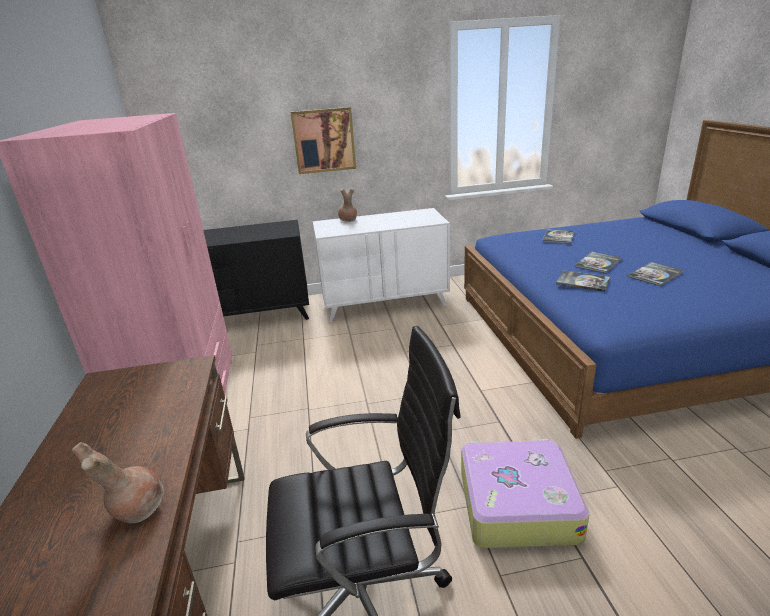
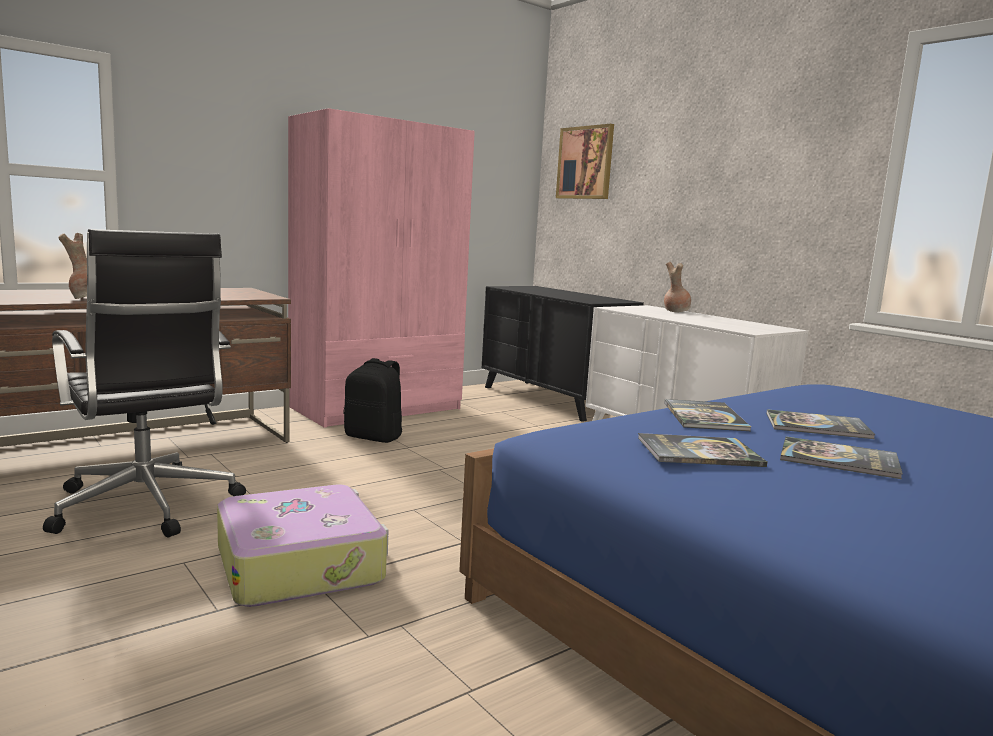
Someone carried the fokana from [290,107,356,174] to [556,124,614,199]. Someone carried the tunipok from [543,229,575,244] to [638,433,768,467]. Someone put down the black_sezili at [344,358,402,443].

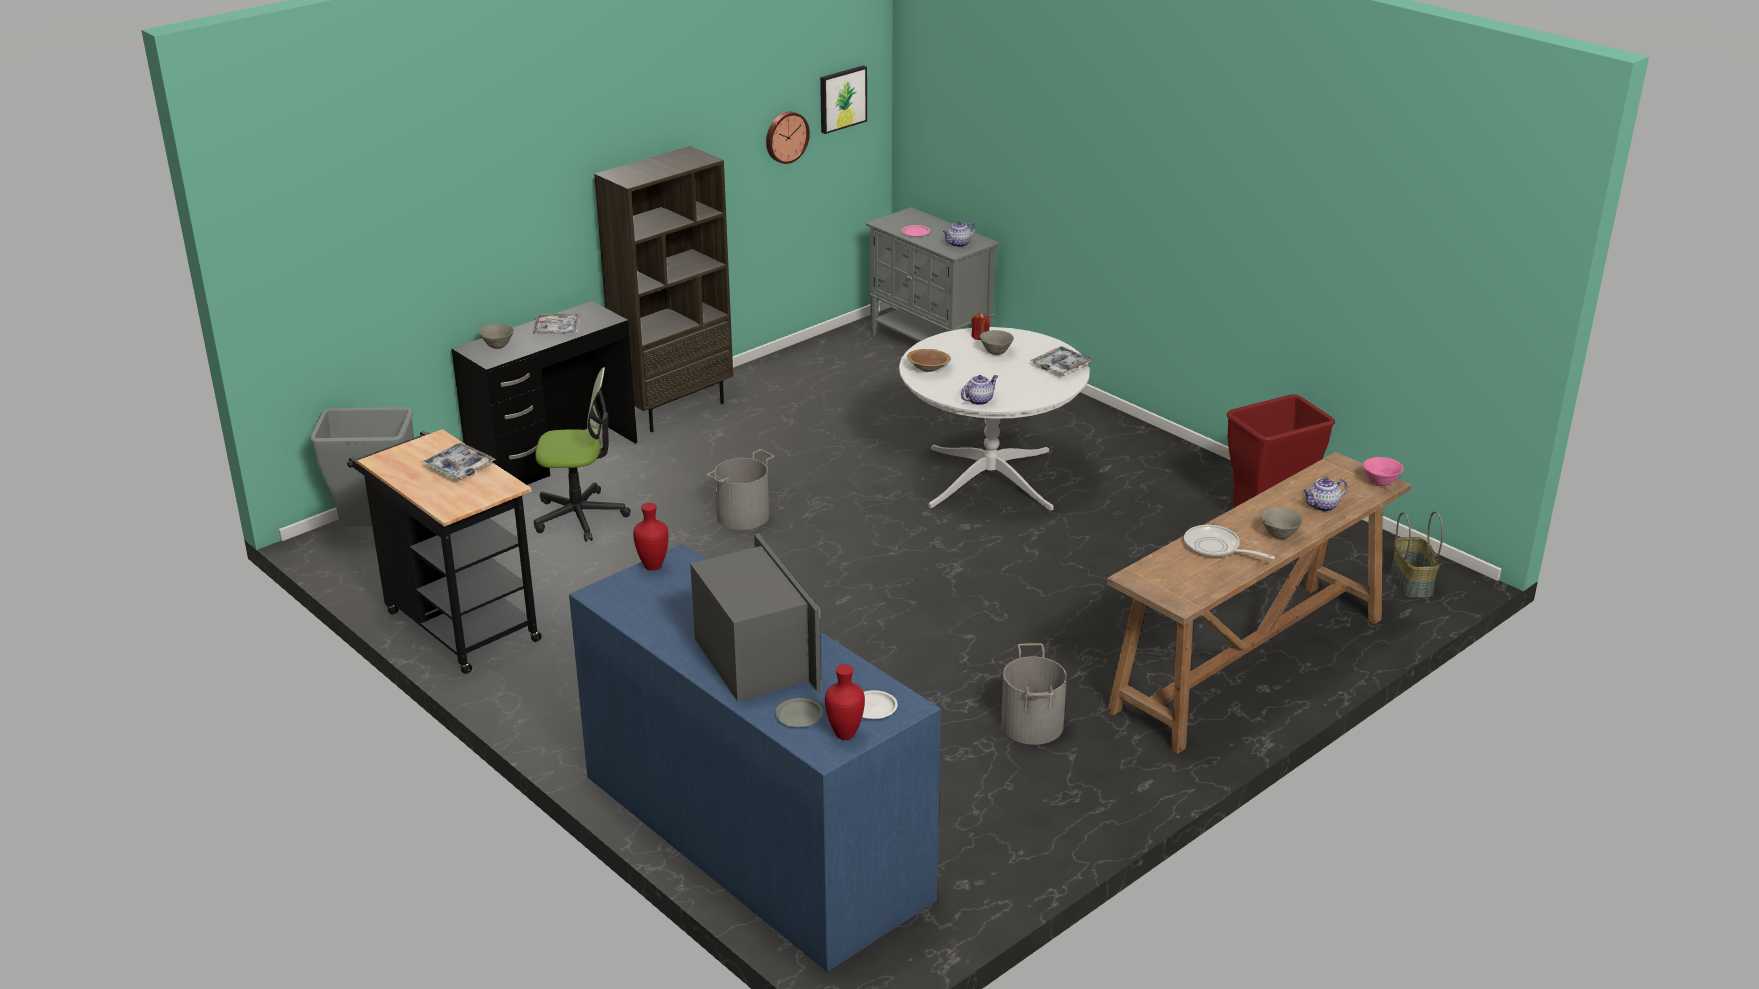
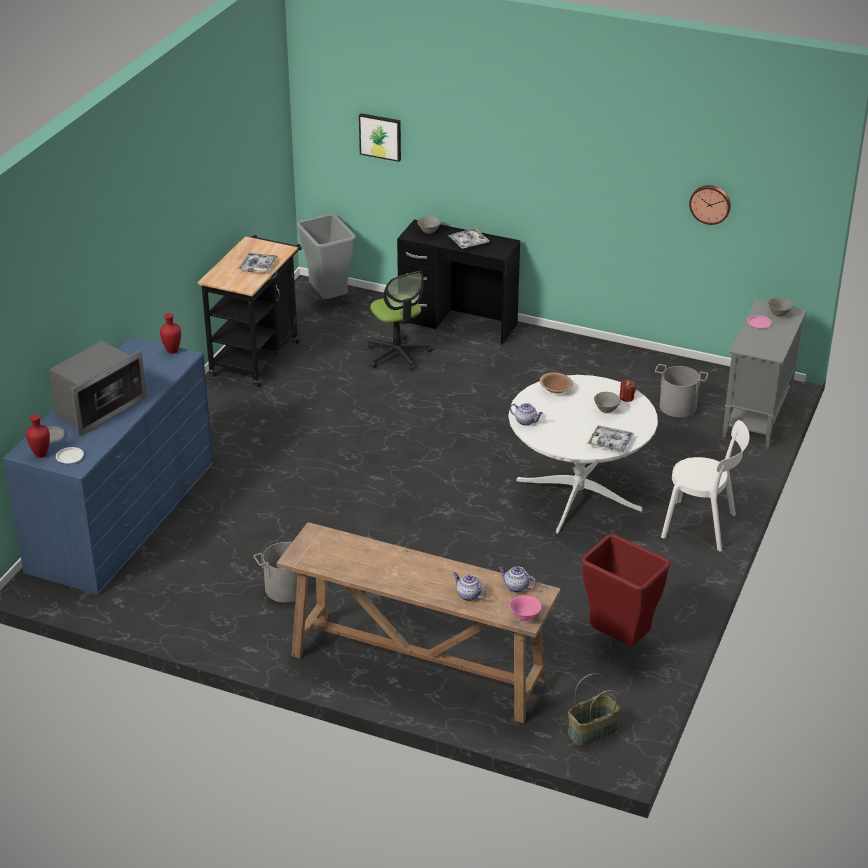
Someone carried the fokana from [820,66,867,134] to [359,113,401,162]. Someone took away the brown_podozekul at [594,146,733,432]. Someone carried the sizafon from [943,221,976,247] to [499,566,536,593]. Someone carried the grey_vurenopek from [707,449,775,530] to [655,364,708,417]. Someone carried the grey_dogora from [1261,507,1303,539] to [768,297,793,317]. Someone took away the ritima at [1184,525,1275,559]. Someone put down the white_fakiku at [661,420,750,552].

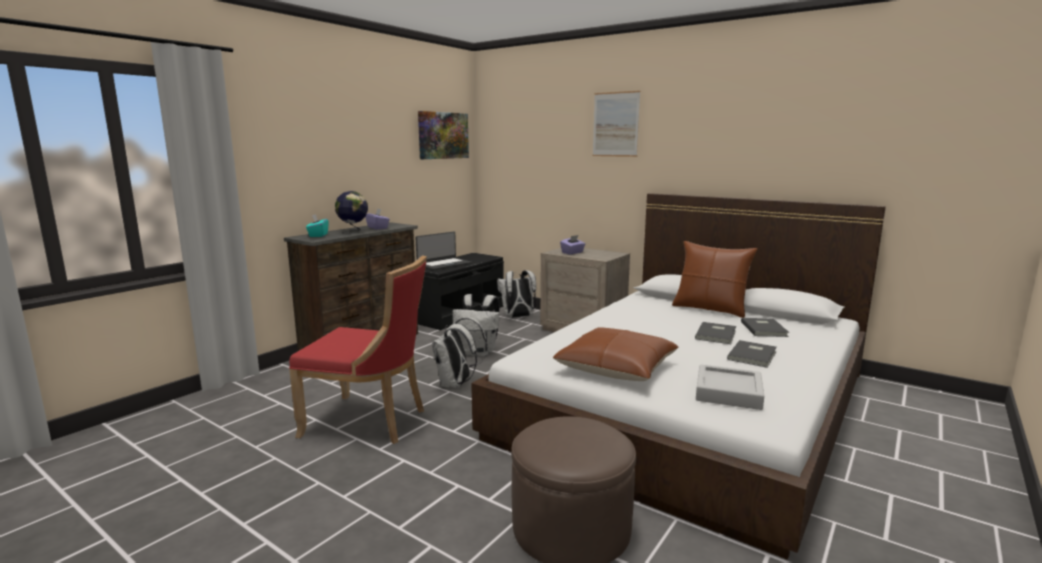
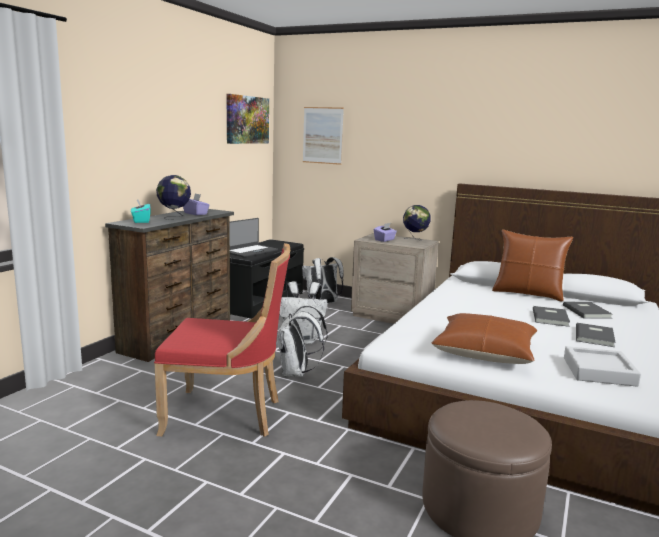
Someone carried the fokana from [593,91,640,157] to [303,107,344,165]. Someone put down the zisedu at [403,205,431,240].

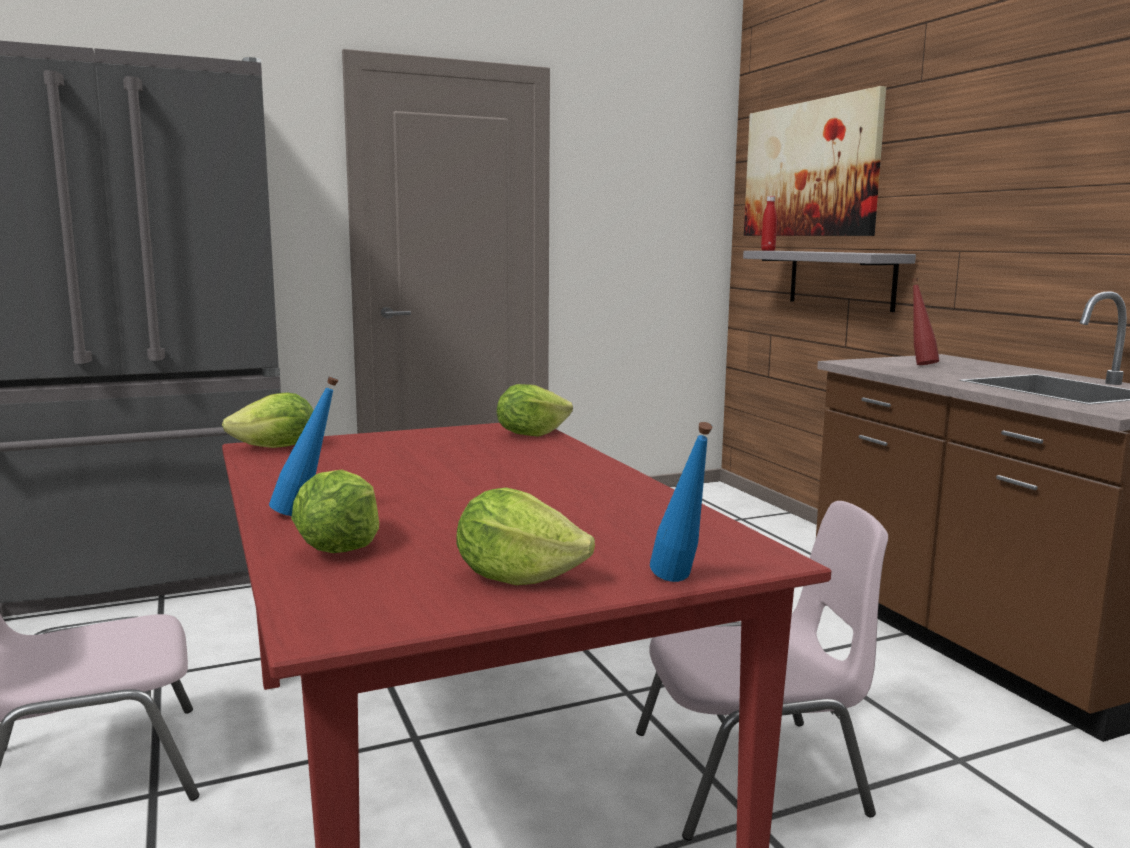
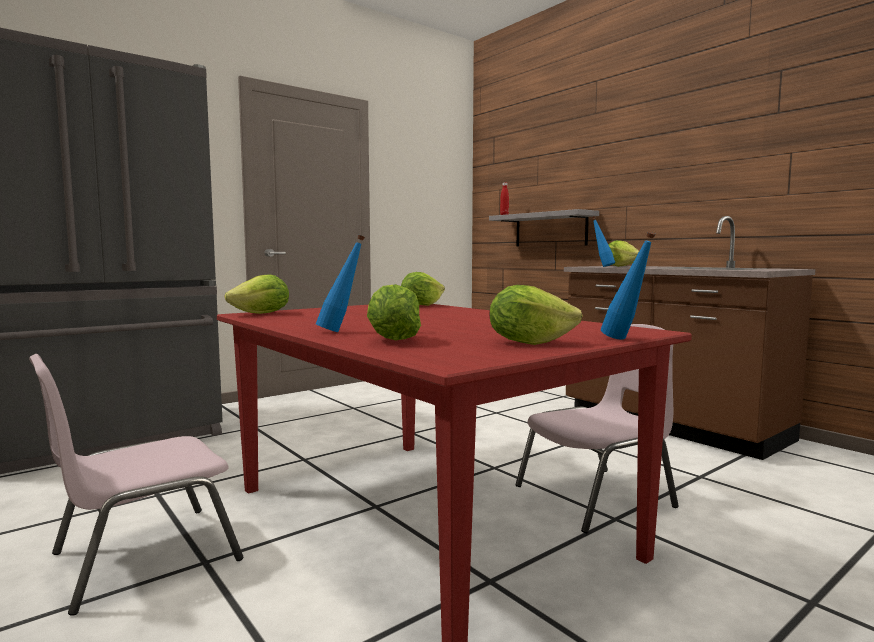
Someone took away the fokana at [744,86,886,236]. Someone swapped the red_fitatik at [911,278,939,365] for the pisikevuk at [609,240,639,267]. Someone put down the blue_fitatik at [592,216,615,267].

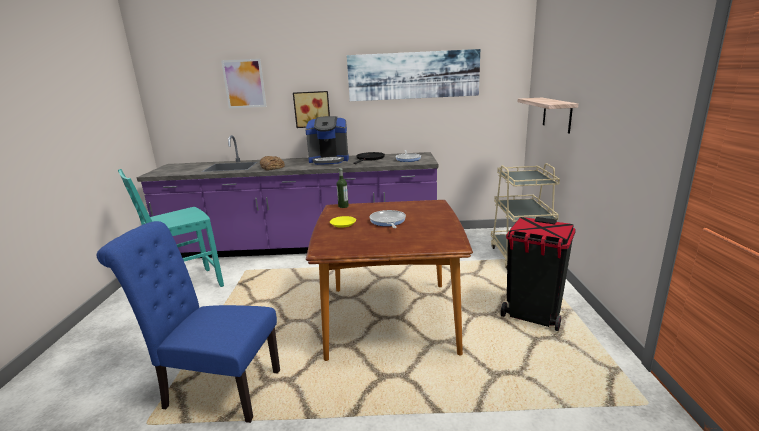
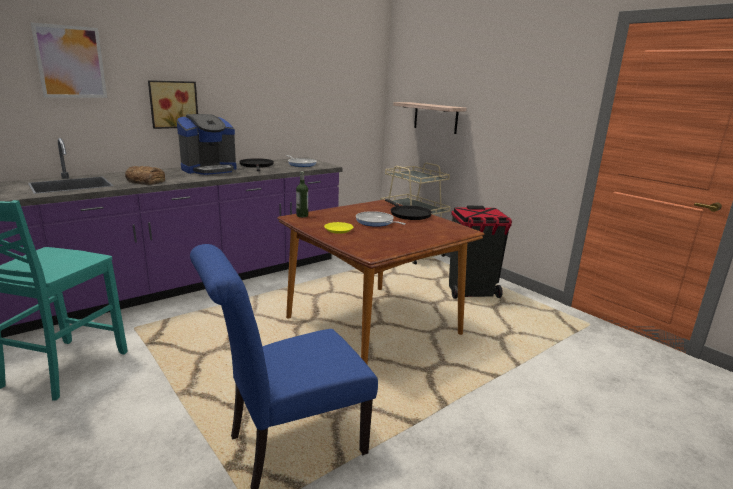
Someone took away the fokana at [347,49,480,101]. Someone put down the black_ritima at [385,199,432,220].

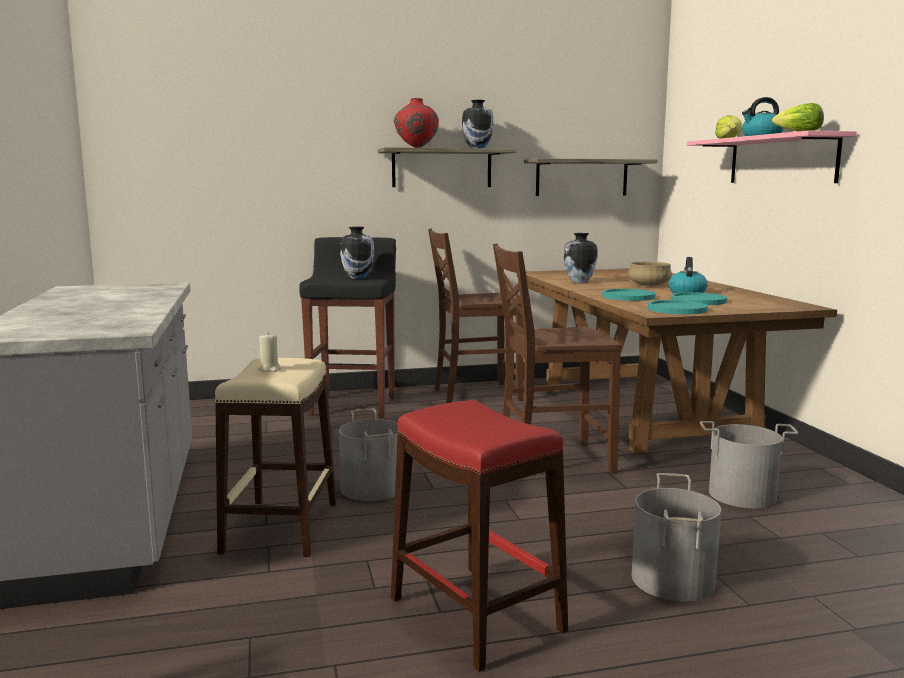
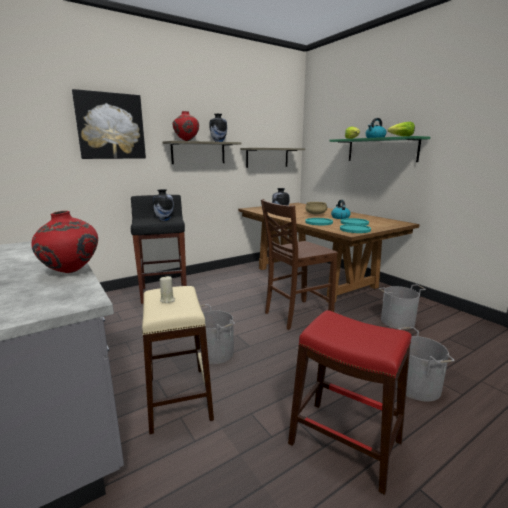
Someone repainted the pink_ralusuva at [687,130,857,183], which became the green_ralusuva at [329,136,430,162]. Someone took away the brown_fakiku at [428,228,524,403]. Someone put up the fokana at [72,89,146,159]. Someone put down the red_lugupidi at [32,211,98,273].

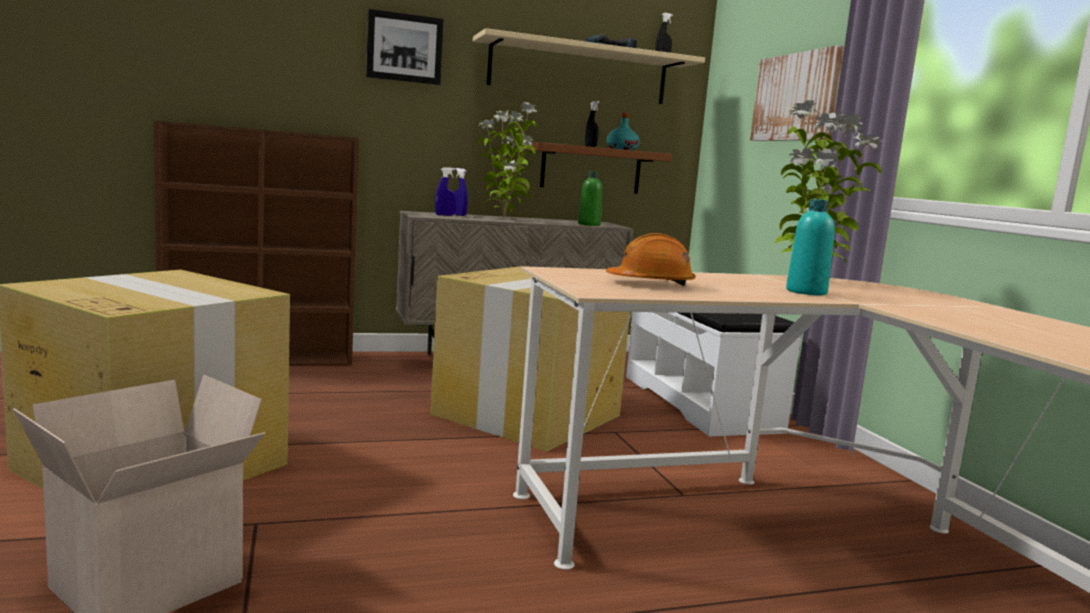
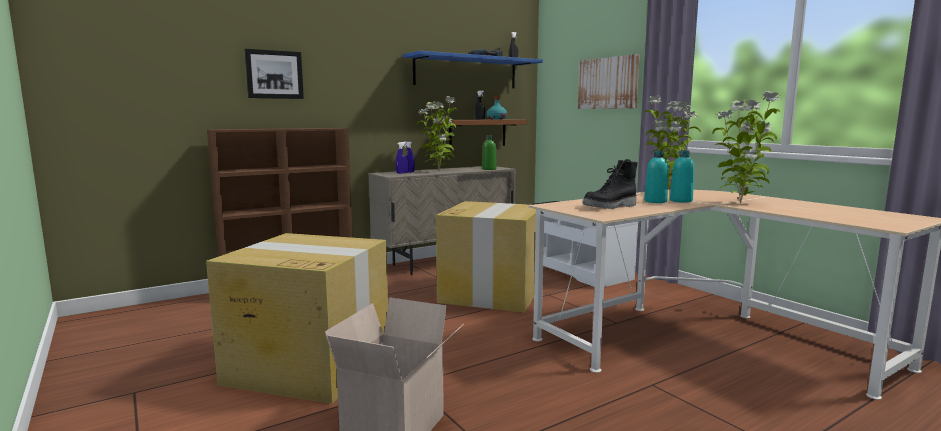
Someone carried the fokana from [366,9,444,85] to [244,49,304,99]. Someone repainted the beige_ralusuva at [473,28,705,104], which became the blue_ralusuva at [403,51,543,88]. Someone swapped the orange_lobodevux at [606,233,695,286] for the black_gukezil at [583,159,638,209]. Someone put down the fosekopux at [712,91,780,203]. Someone put down the turquoise_fitatik at [644,151,668,203].

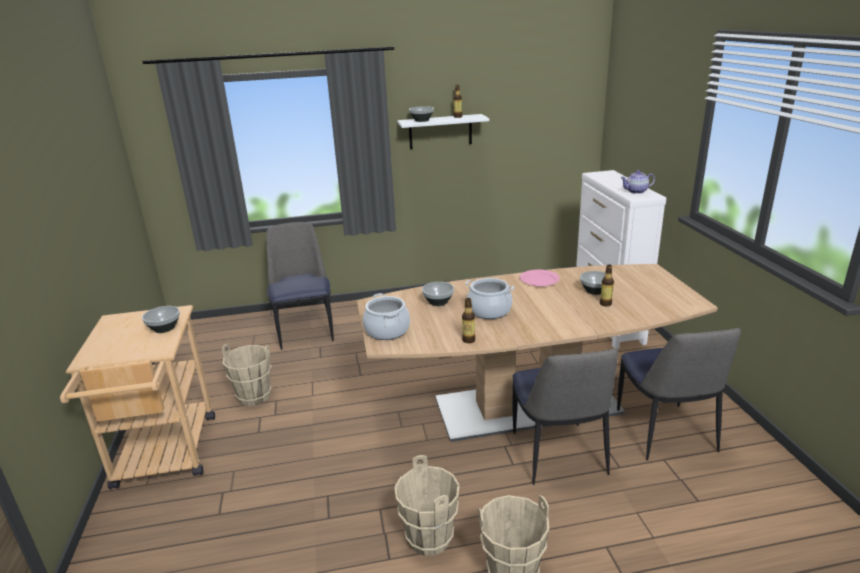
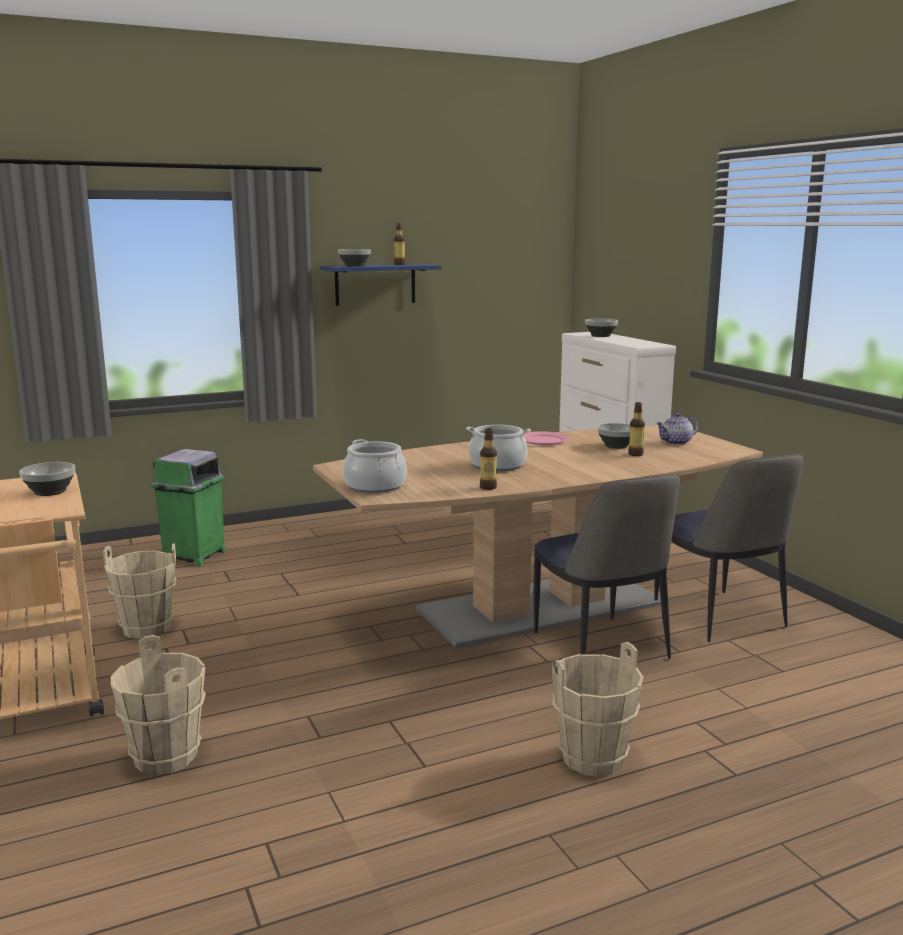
Someone repainted the white_ralusuva at [397,114,489,149], which became the blue_ralusuva at [320,264,442,306]. Someone carried the sizafon from [620,170,655,194] to [656,413,699,445]. Someone swapped the fakiku at [266,222,334,350] for the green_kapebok at [151,449,227,566]. Someone carried the dogora from [422,282,454,306] to [585,319,618,337]. Someone carried the beige_vurenopek from [395,455,459,556] to [111,635,206,775].

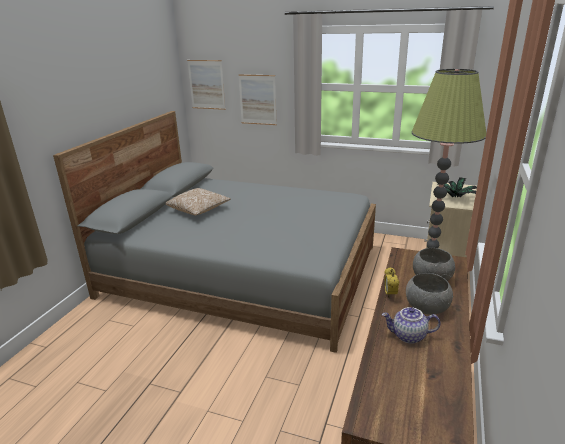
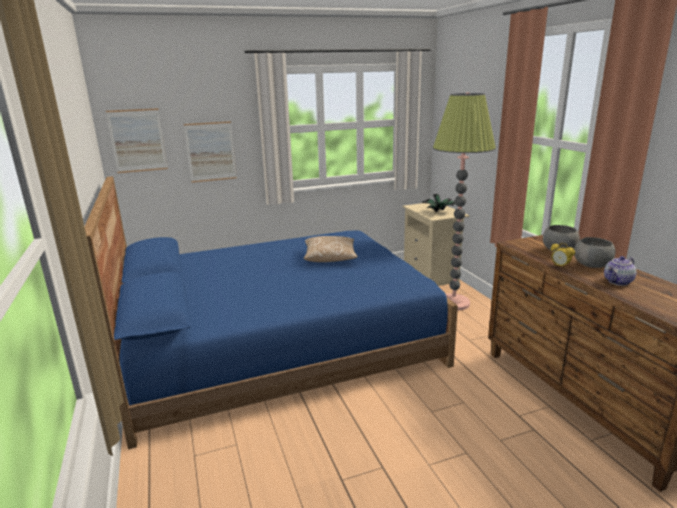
Someone repainted the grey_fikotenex at [53,111,376,353], which became the blue_fikotenex at [84,176,458,449]. Someone carried the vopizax from [165,188,231,216] to [304,236,358,262].

